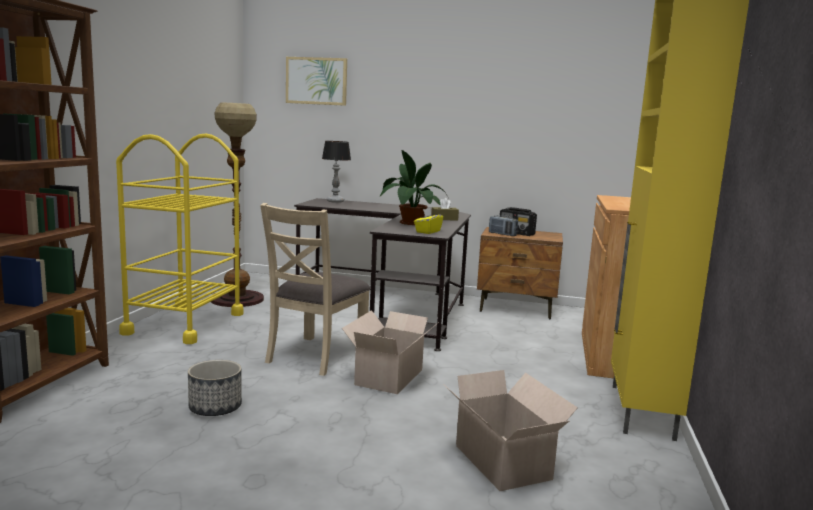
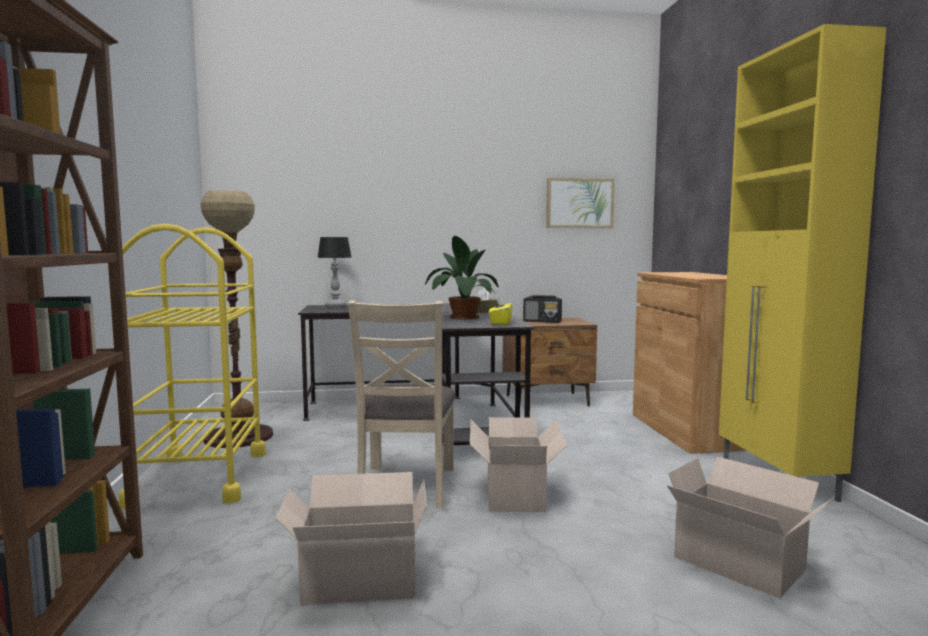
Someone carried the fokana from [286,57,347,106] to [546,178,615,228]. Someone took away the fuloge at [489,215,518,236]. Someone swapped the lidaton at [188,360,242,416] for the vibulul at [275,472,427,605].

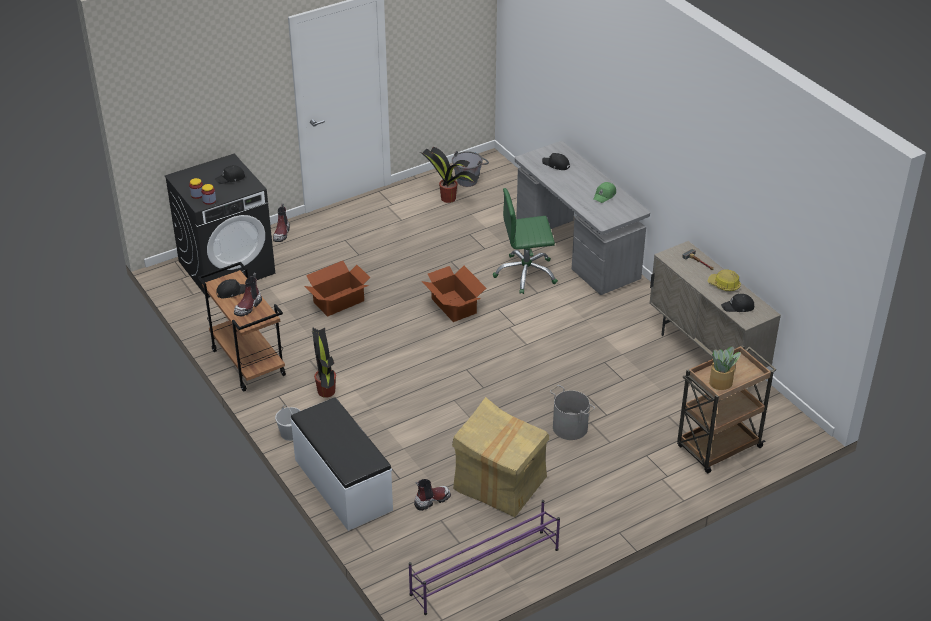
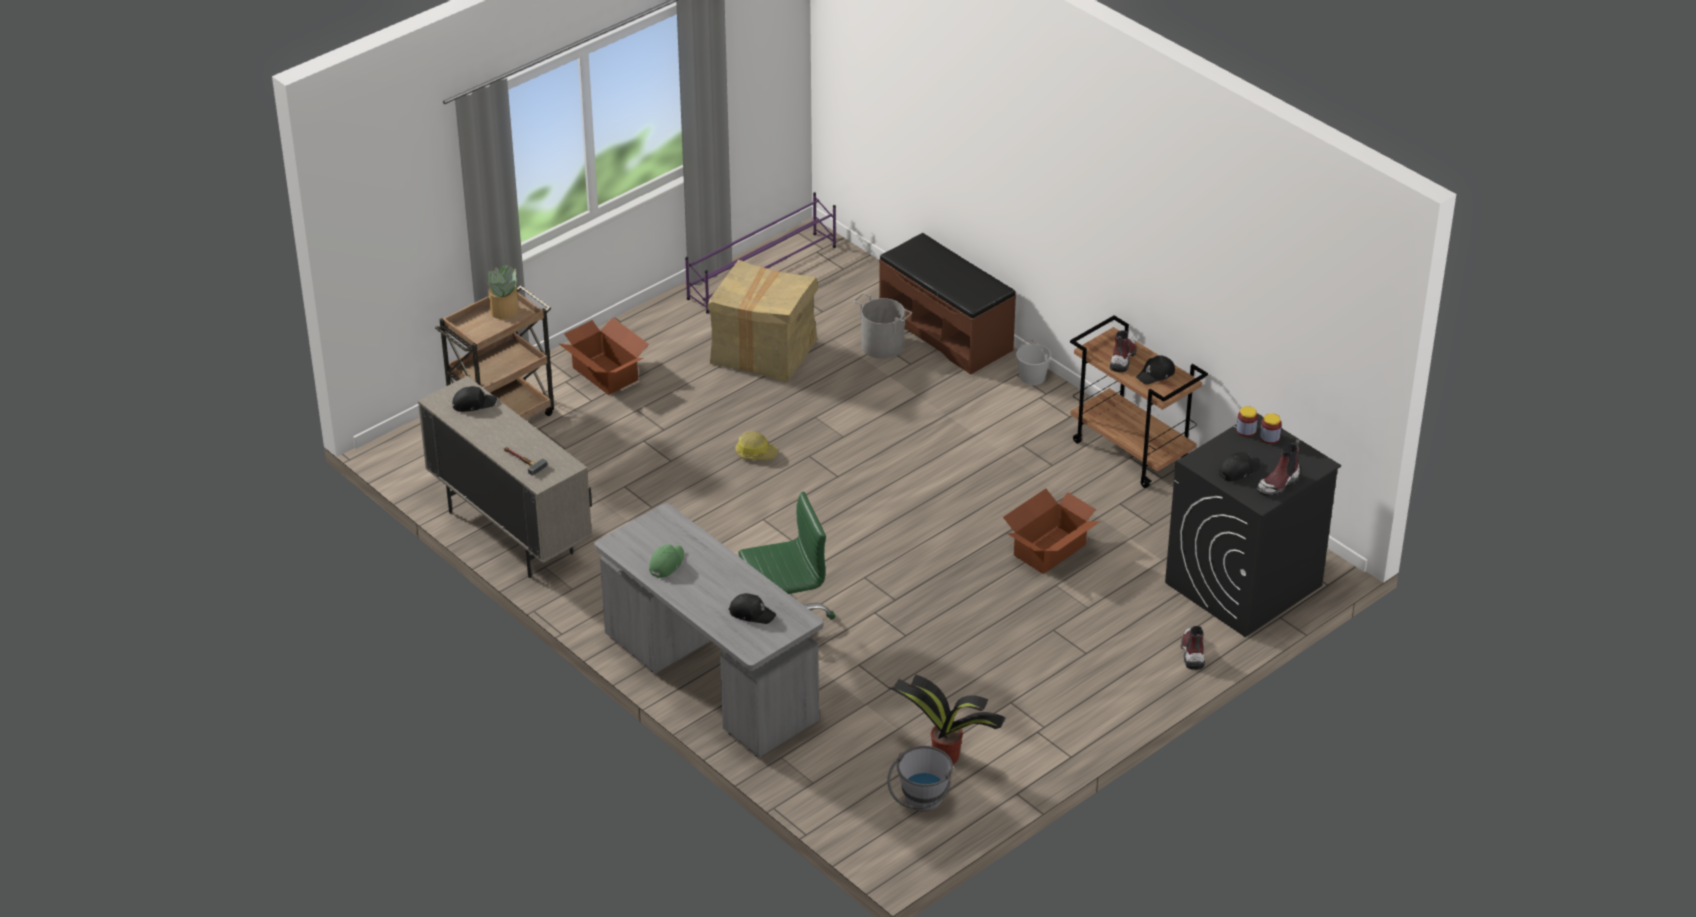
Someone carried the vibulul from [422,266,486,322] to [559,317,649,395]. Someone carried the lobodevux from [708,269,741,291] to [735,431,778,460]. Someone took away the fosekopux at [312,328,336,398]. Someone carried the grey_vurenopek from [550,385,595,440] to [854,293,912,359]. Someone repainted the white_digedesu at [291,397,393,531], which became the brown_digedesu at [879,233,1016,375]. Someone carried the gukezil from [414,479,451,511] to [1257,439,1300,496].

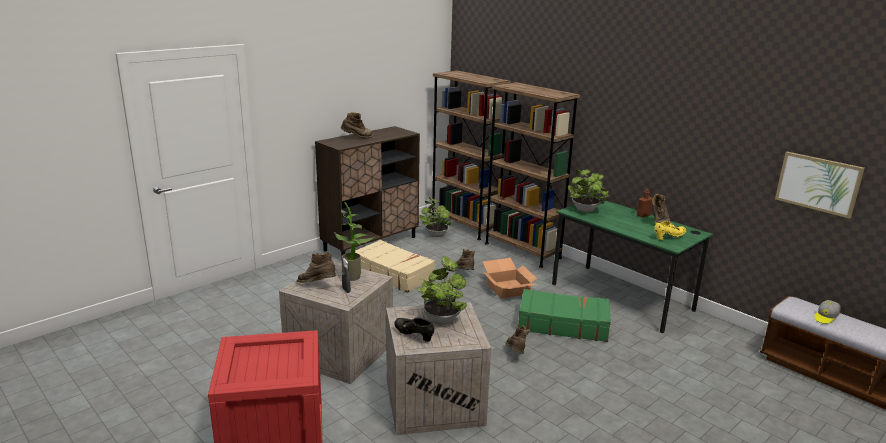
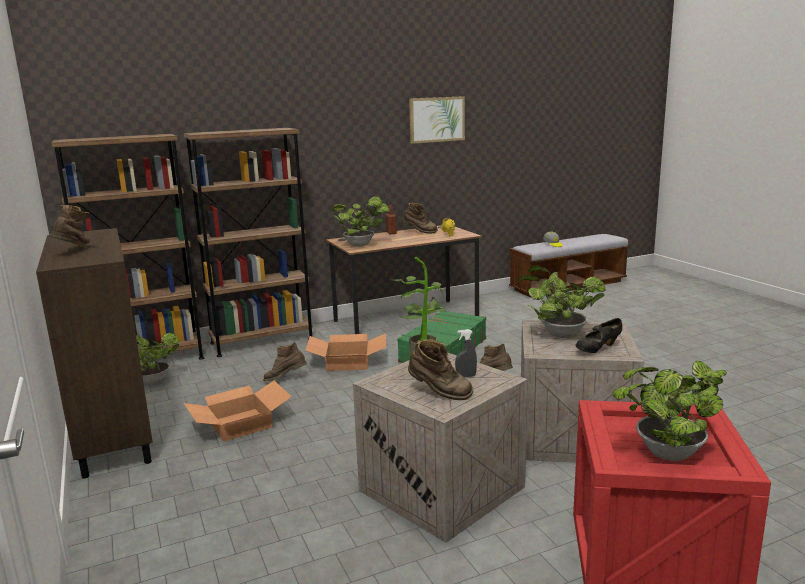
Someone carried the fokana from [775,152,865,219] to [409,96,465,144]. Someone repainted the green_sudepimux at [552,200,713,333], which became the brown_sudepimux at [326,225,482,334]. Someone swapped the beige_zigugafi at [355,240,435,293] for the vibulul at [184,380,292,442]. Someone rotated the brown_gukezil at [297,252,336,283] by 105 degrees counterclockwise. Someone put down the fosekopux at [612,361,727,461].

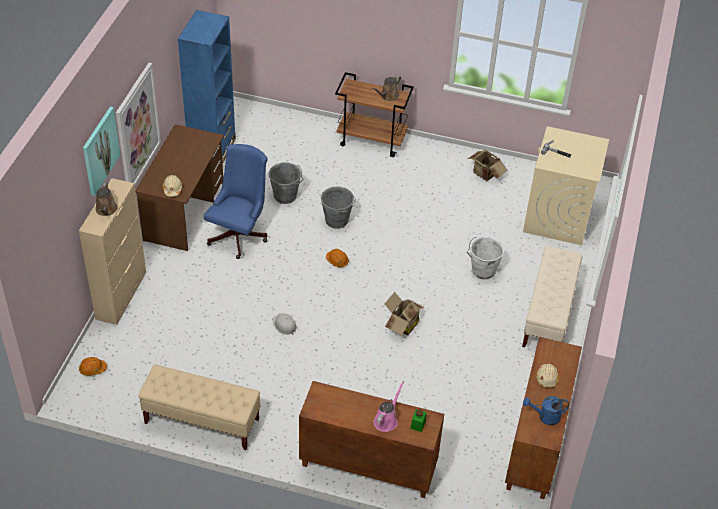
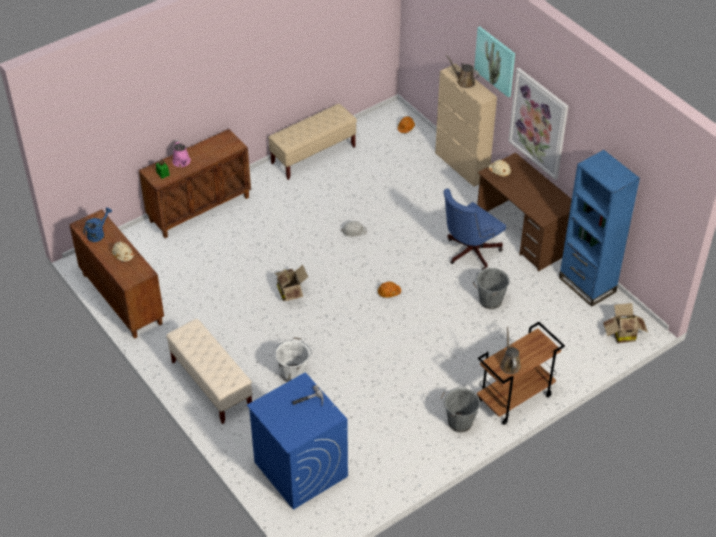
Someone repainted the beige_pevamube at [523,126,609,245], which became the blue_pevamube at [247,372,348,510]. Someone rotated the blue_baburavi at [204,144,268,259] by 75 degrees clockwise. Someone carried the vibulul from [468,149,508,181] to [603,303,648,343]. Someone carried the grey_vurenopek from [321,186,356,229] to [441,386,480,433].

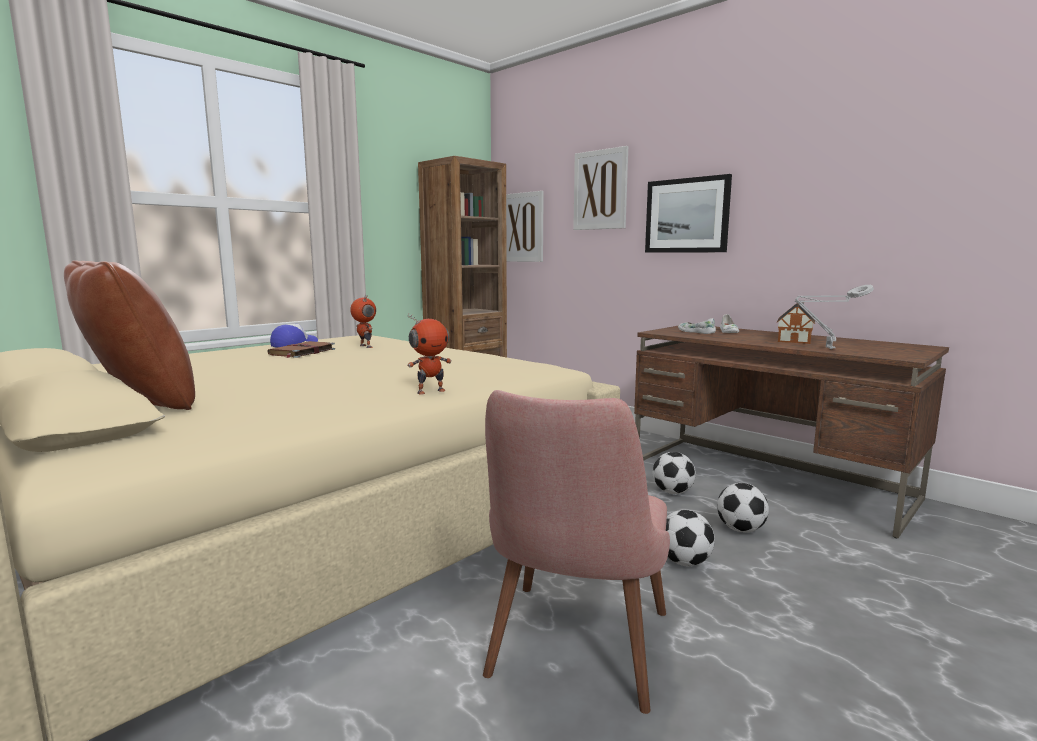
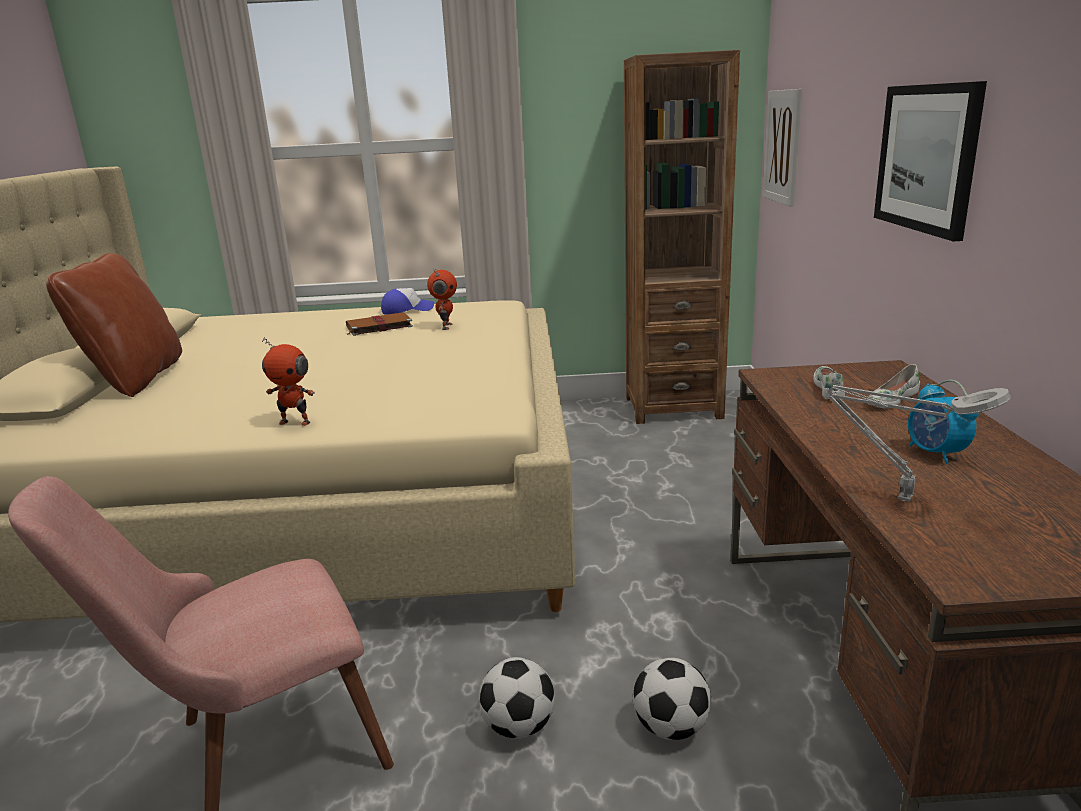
Someone took away the fokana at [573,146,628,230]. Someone swapped the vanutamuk at [777,300,815,344] for the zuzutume at [908,380,979,464]. Someone took away the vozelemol at [652,452,696,494].

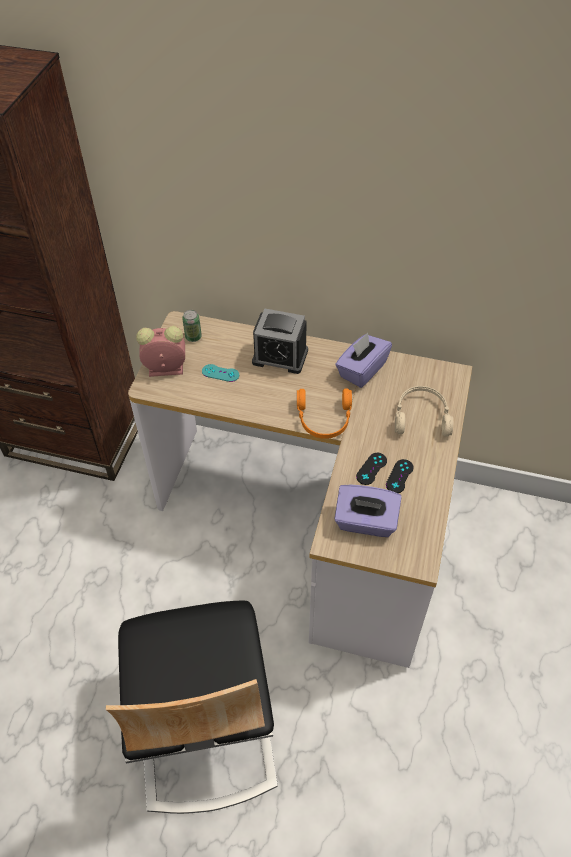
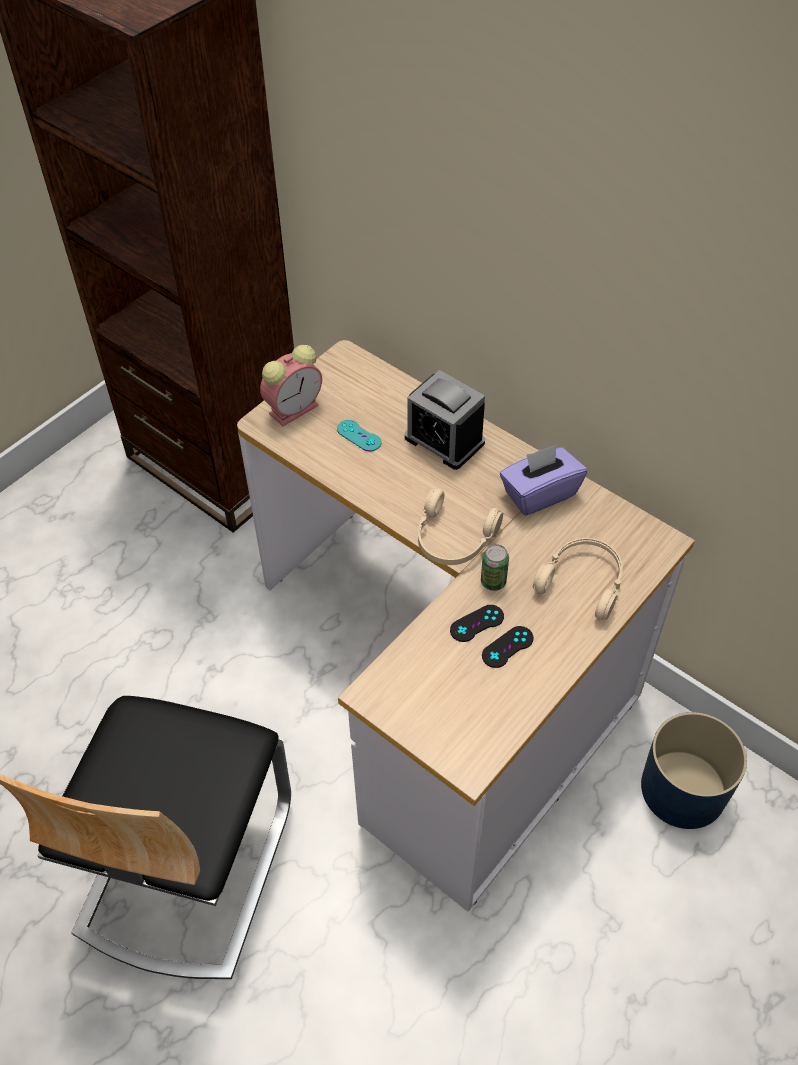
Someone carried the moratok from [182,310,202,342] to [481,544,509,591]. Someone rotated the zuzutume at [136,326,185,377] by 120 degrees clockwise. Someone repainted the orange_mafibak at [297,388,352,439], which became the beige_mafibak at [418,488,503,565]. Someone took away the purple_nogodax at [335,484,402,537]. Someone put down the blue_lidaton at [641,712,747,829].

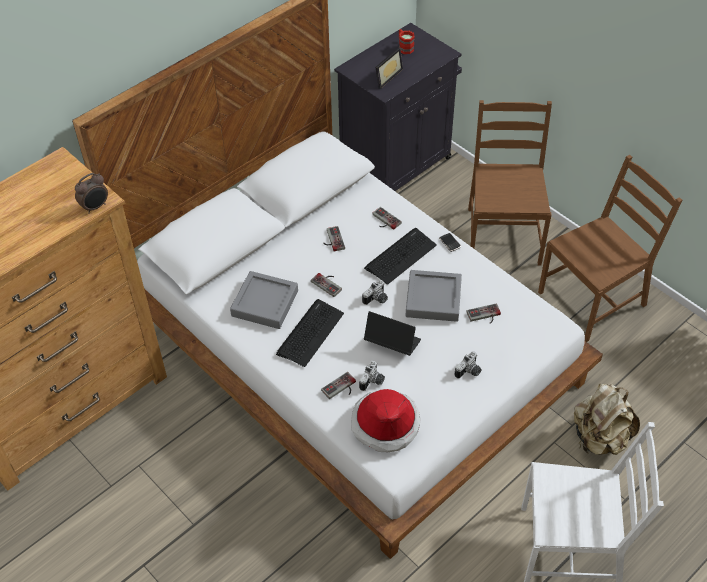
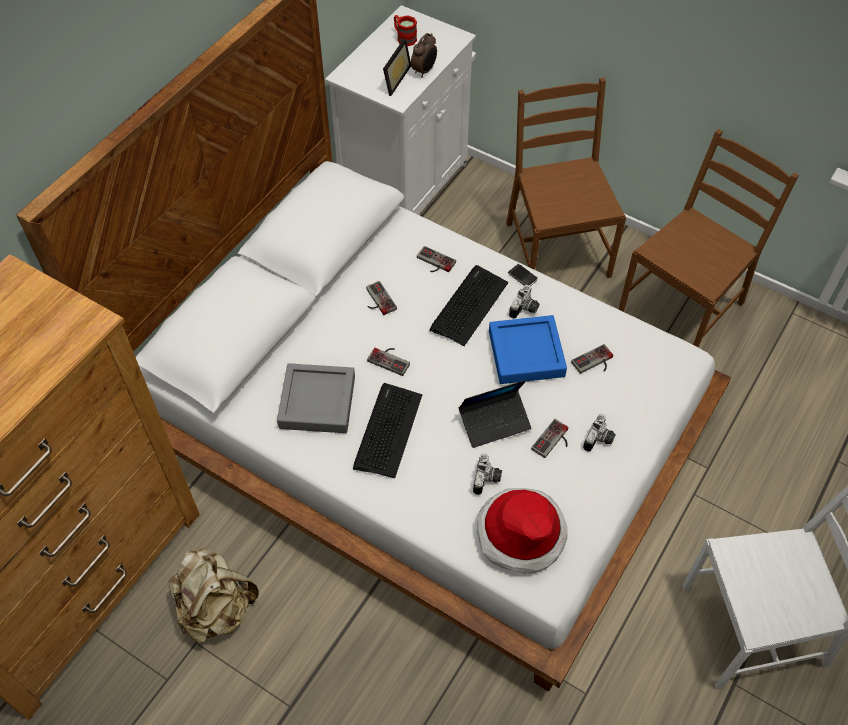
Someone repainted the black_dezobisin at [334,23,462,191], which became the white_dezobisin at [325,5,476,215]. Someone carried the zuzutume from [75,173,108,214] to [411,33,437,77]. Someone repainted the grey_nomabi at [406,270,462,322], which became the blue_nomabi at [489,315,567,384]. Someone carried the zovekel from [362,280,388,305] to [509,285,539,319]. Someone rotated the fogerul at [364,311,421,356] by 150 degrees clockwise. Someone carried the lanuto from [321,372,356,399] to [531,419,568,458]. Someone carried the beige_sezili from [574,384,640,455] to [168,549,259,643].

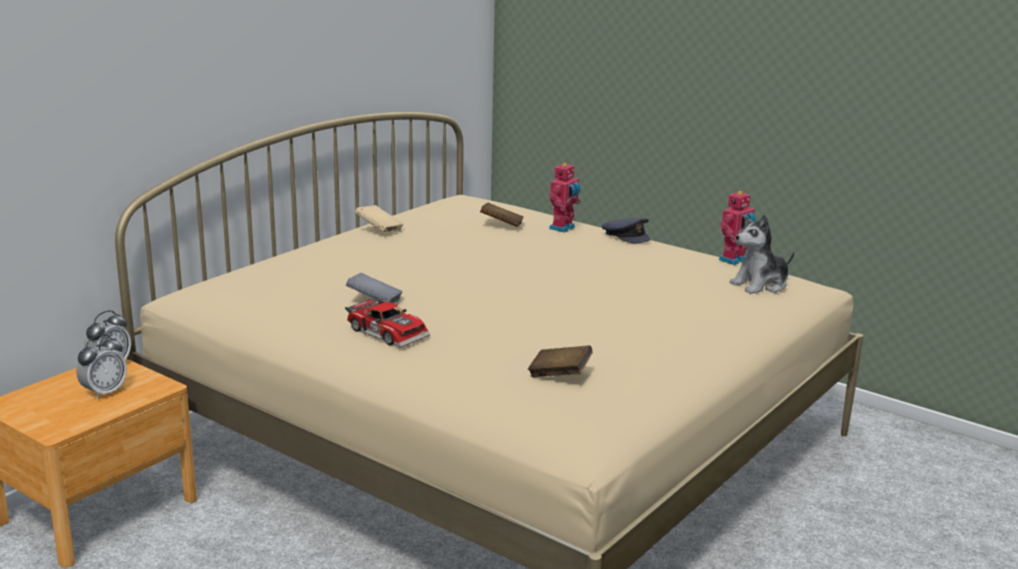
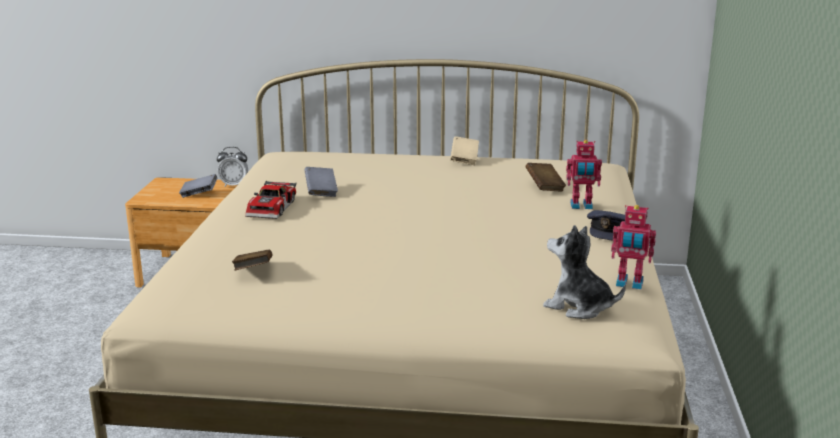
Someone swapped the zuzutume at [76,334,127,399] for the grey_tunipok at [179,174,217,198].

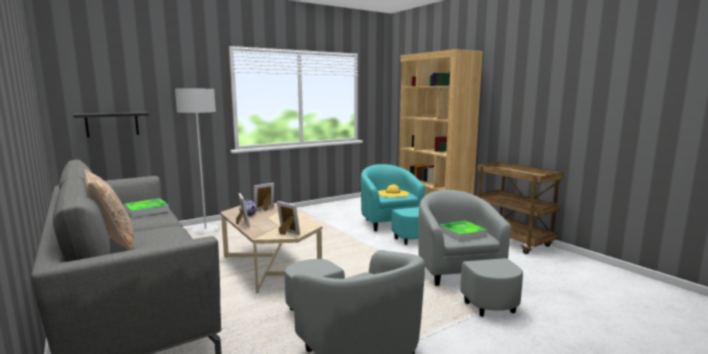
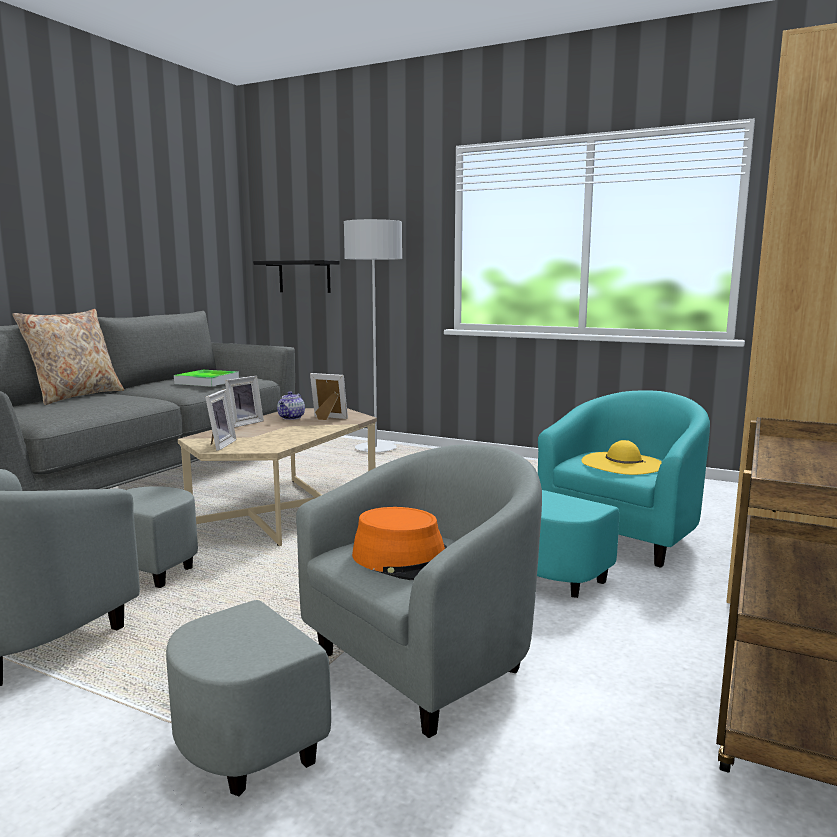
Someone swapped the nomabi at [439,221,487,241] for the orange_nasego at [352,507,447,580].

